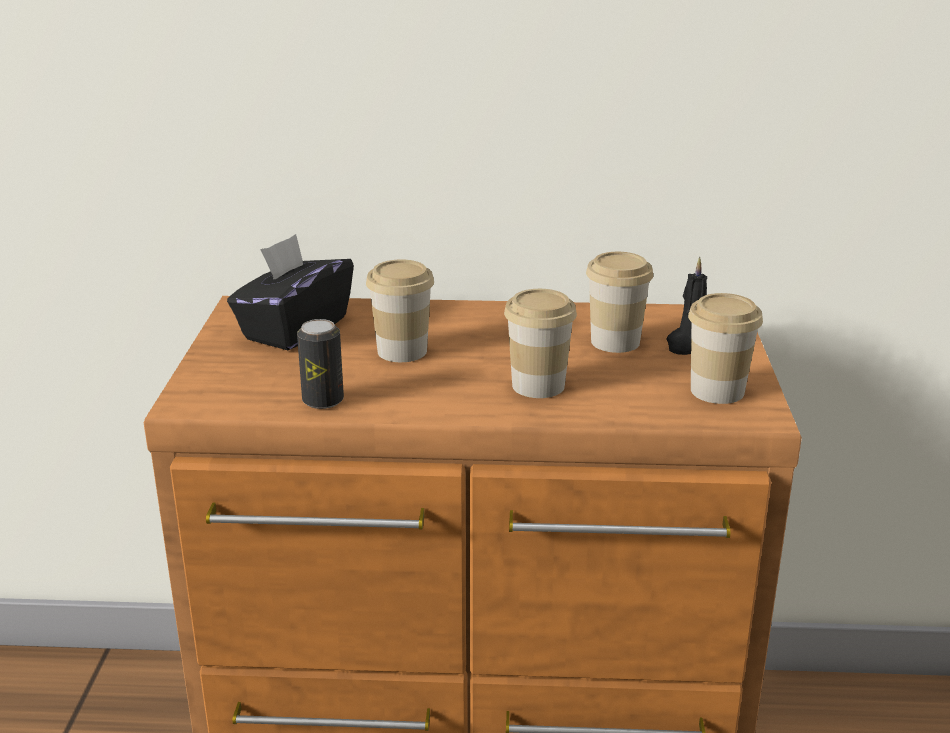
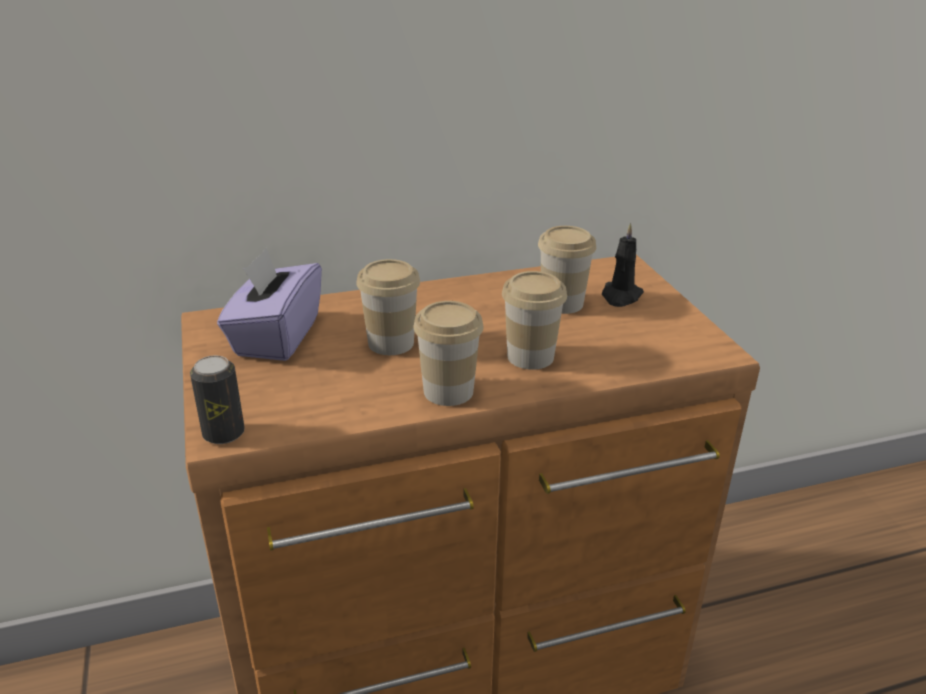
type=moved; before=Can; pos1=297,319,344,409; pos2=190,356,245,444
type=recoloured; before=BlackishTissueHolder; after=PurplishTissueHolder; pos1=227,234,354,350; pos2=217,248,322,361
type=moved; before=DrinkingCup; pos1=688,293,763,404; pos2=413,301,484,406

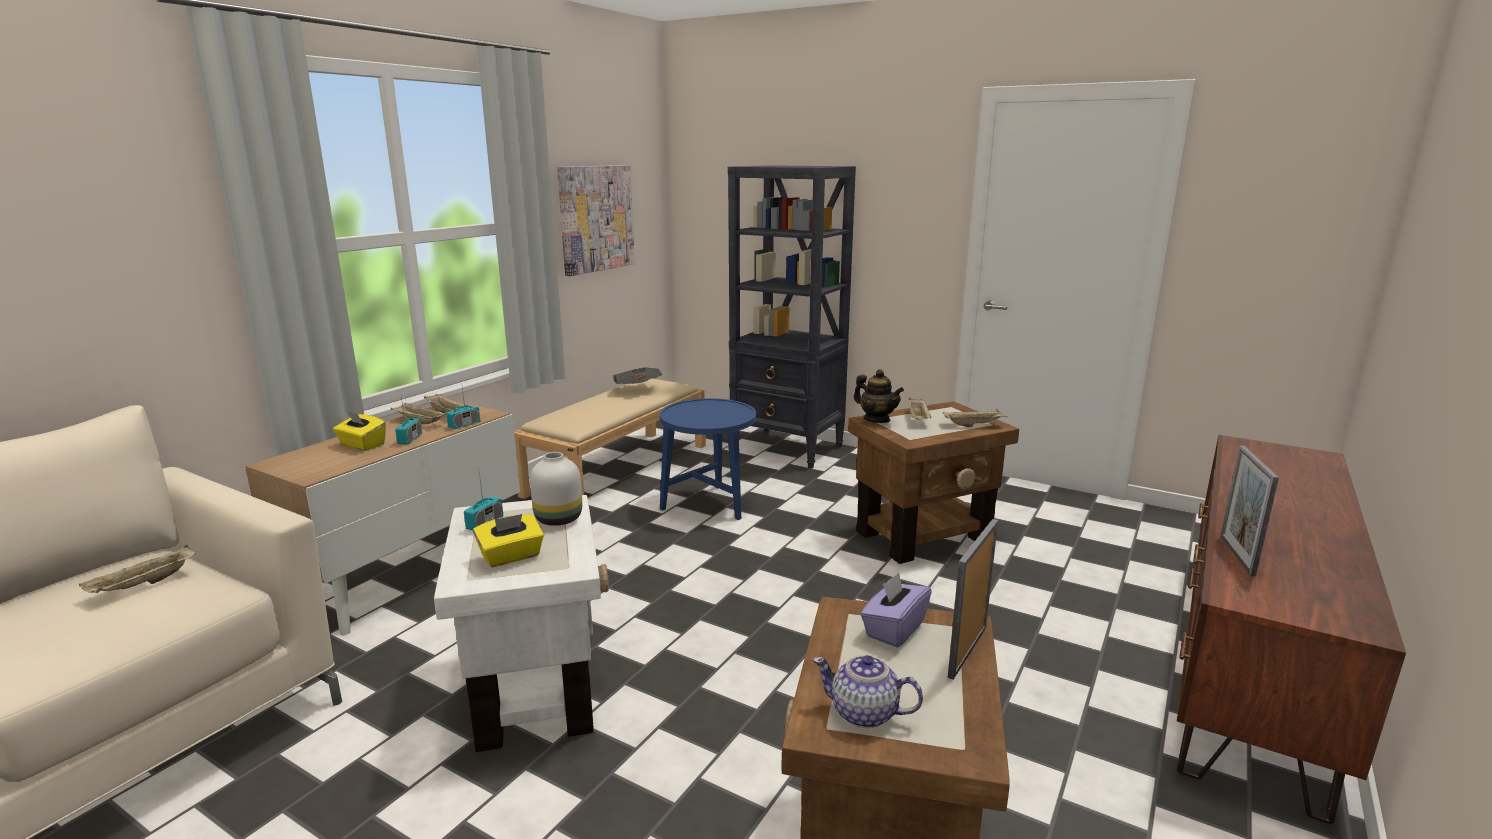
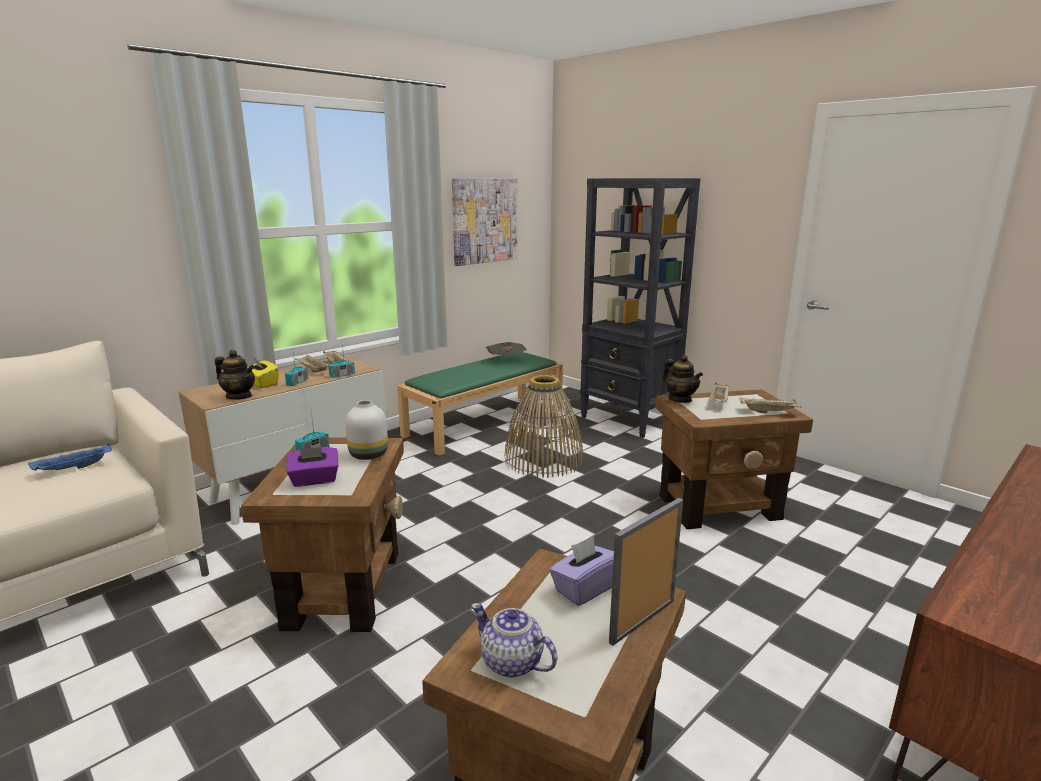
type=recoloured; before=BeigeServingTray; after=BlueServingTray; pos1=79,545,196,593; pos2=28,444,112,471
type=added; after=PotForTea; pos2=215,350,255,400
type=recoloured; before=WhitishEndTable; after=BrownEndTable; pos1=434,495,609,752; pos2=241,438,404,632
type=recoloured; before=YellowishTissueHolder; after=PurplishTissueHolder; pos1=473,514,544,568; pos2=286,447,338,487
type=recoloured; before=BeigeLongSeat; after=GreenishLongSeat; pos1=514,379,706,499; pos2=397,352,563,455
type=replaced; before=BlueEndTable; after=StorageBasket; pos1=659,398,756,520; pos2=505,375,584,478
type=removed; before=PhotoFrame; pos1=1220,446,1279,576

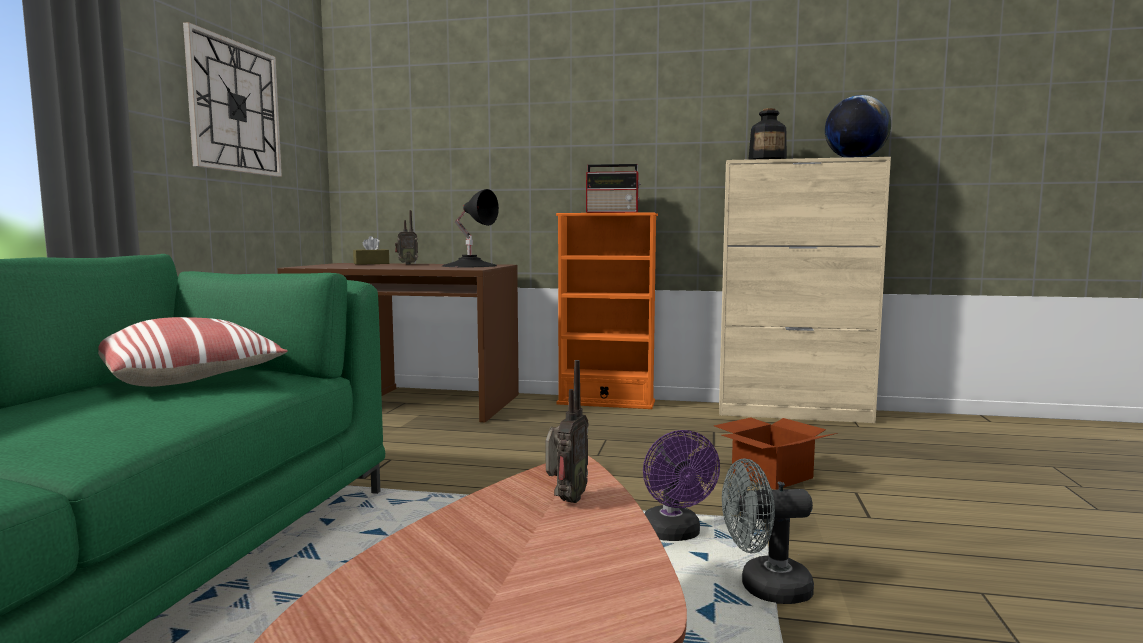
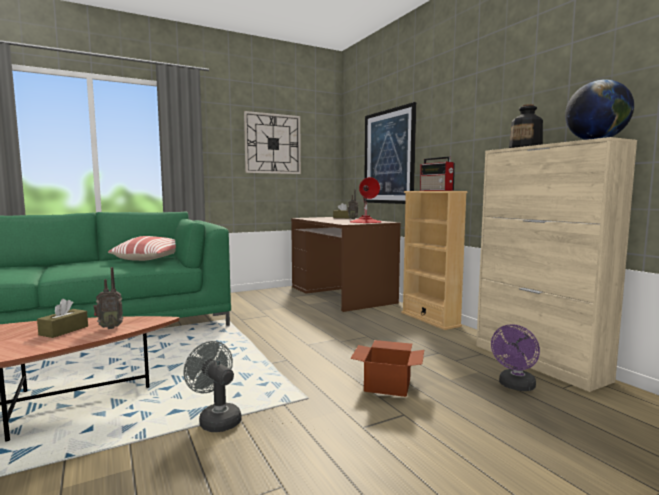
type=added; after=BrownTissueHolder; pos2=37,299,88,338
type=recoloured; before=BlackishLampForATable; after=ReddishLampForATable; pos1=442,189,499,267; pos2=350,177,381,223
type=added; after=WallPicture; pos2=364,102,416,204
type=recoloured; before=OrangeColouredBookshelf; after=BeigeBookshelf; pos1=556,212,658,409; pos2=401,191,467,330
type=moved; before=PurplishFan; pos1=643,430,720,541; pos2=491,324,540,391

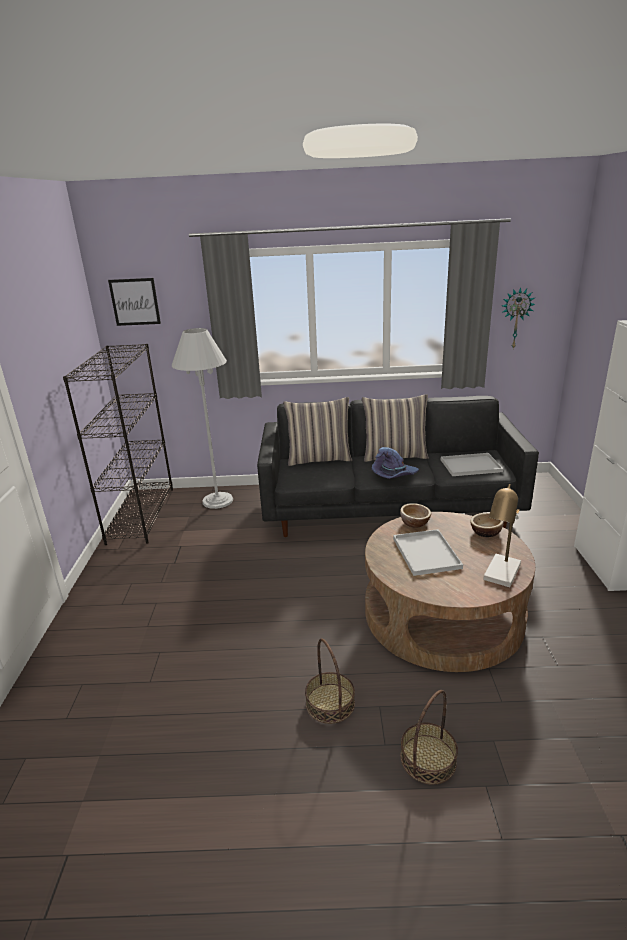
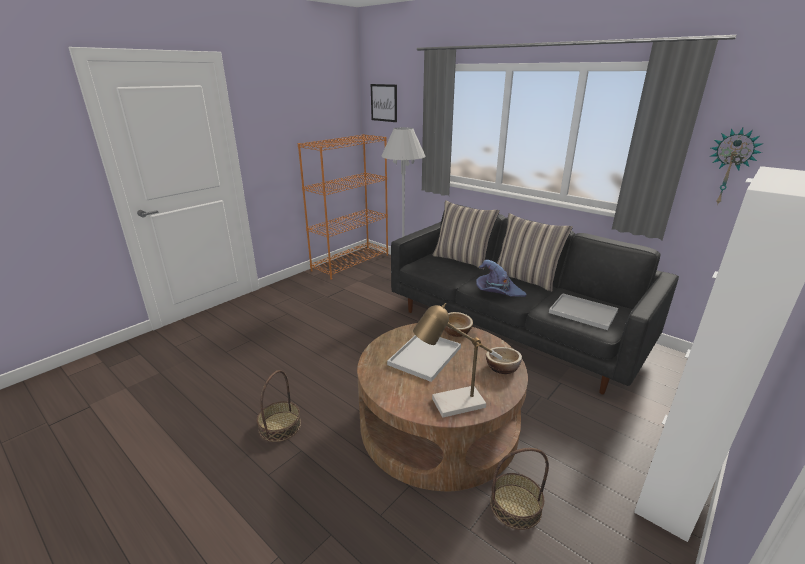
type=recoloured; before=BlackishBookshelf; after=OrangeColouredBookshelf; pos1=63,344,173,545; pos2=298,134,388,280
type=moved; before=StorageBasket; pos1=401,690,458,785; pos2=490,448,549,530

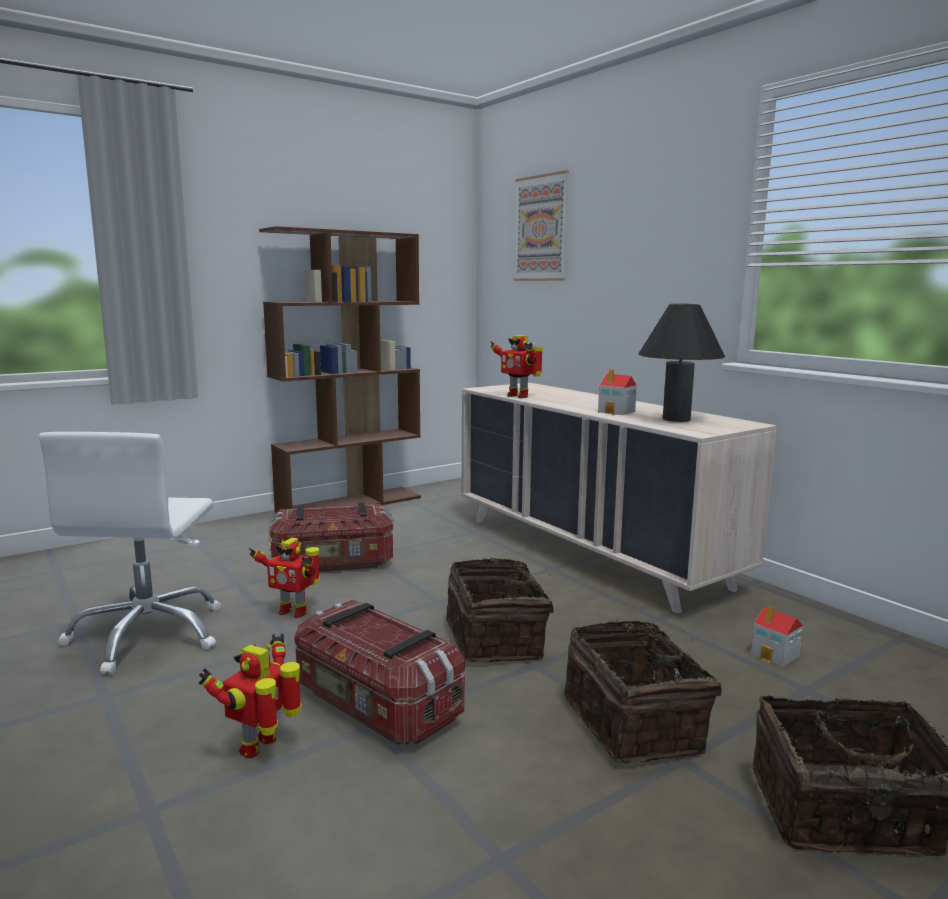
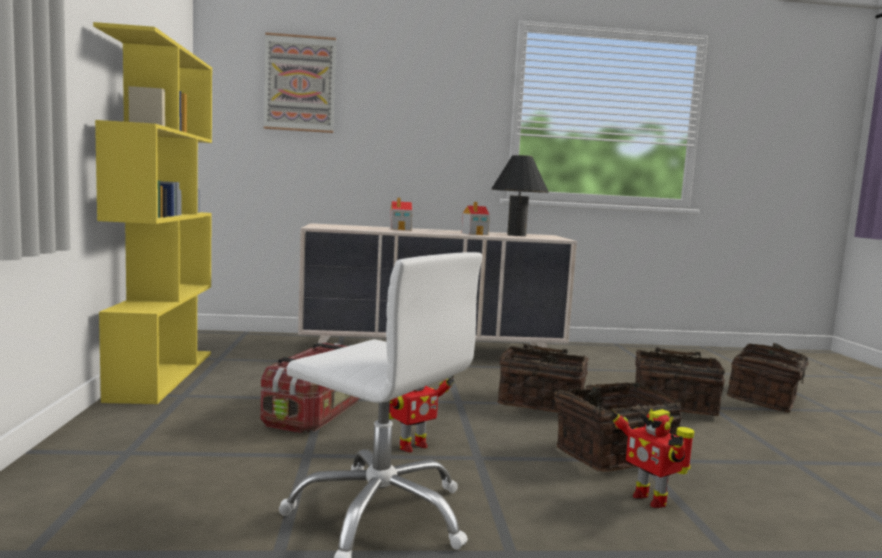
type=recoloured; before=BrownBookshelf; after=YellowishBookshelf; pos1=259,226,421,513; pos2=93,22,212,404
type=moved; before=ModelHouse; pos1=751,606,803,667; pos2=390,197,412,230
type=replaced; before=StorageBin; after=StorageBasket; pos1=294,600,465,745; pos2=551,382,682,472
type=removed; before=ToyRobot; pos1=490,335,543,398

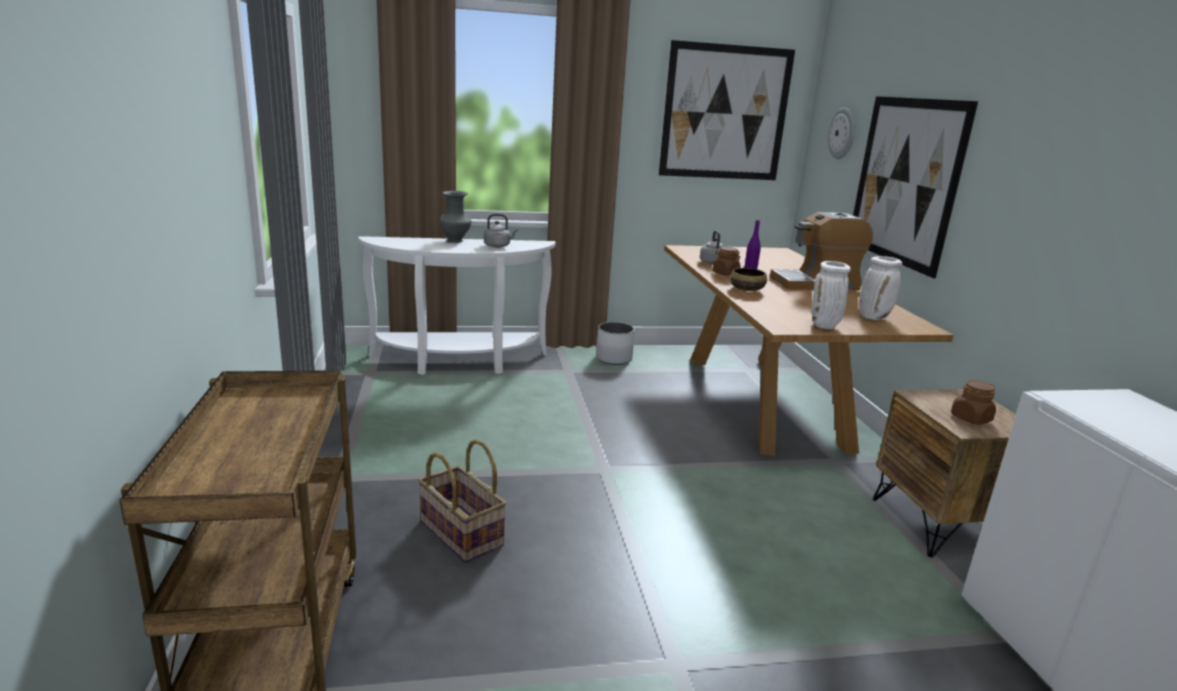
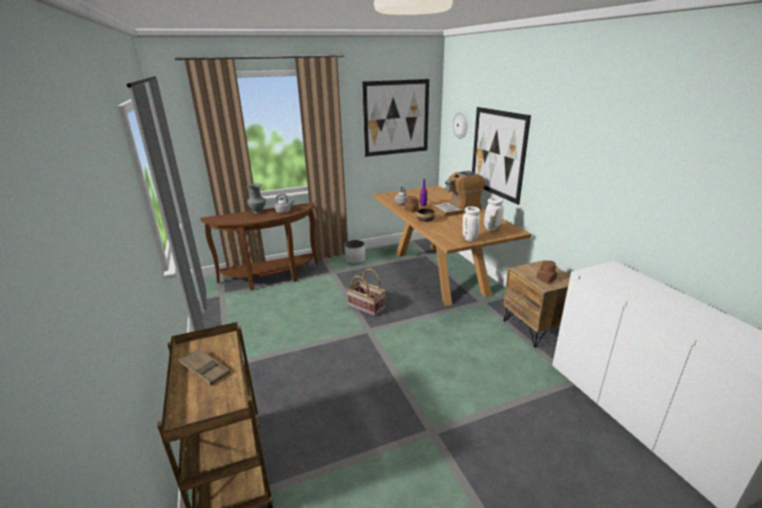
type=added; after=BrownServingTray; pos2=179,348,230,386
type=recoloured; before=WhitishHallTable; after=BrownHallTable; pos1=358,236,555,375; pos2=200,202,318,290
type=moved; before=StorageBasket; pos1=418,439,507,563; pos2=346,268,386,317

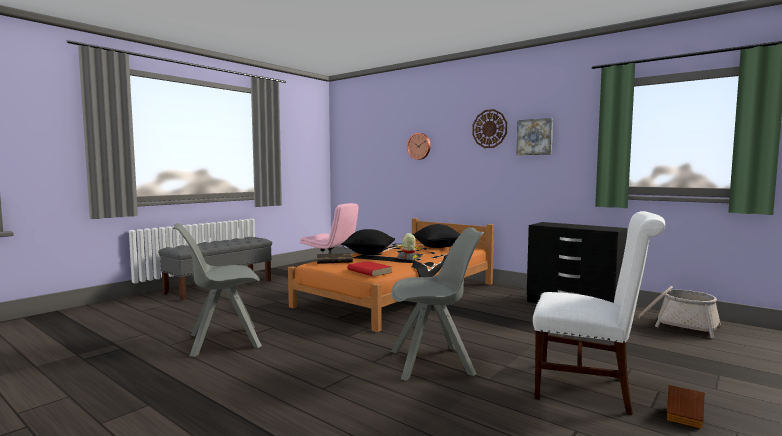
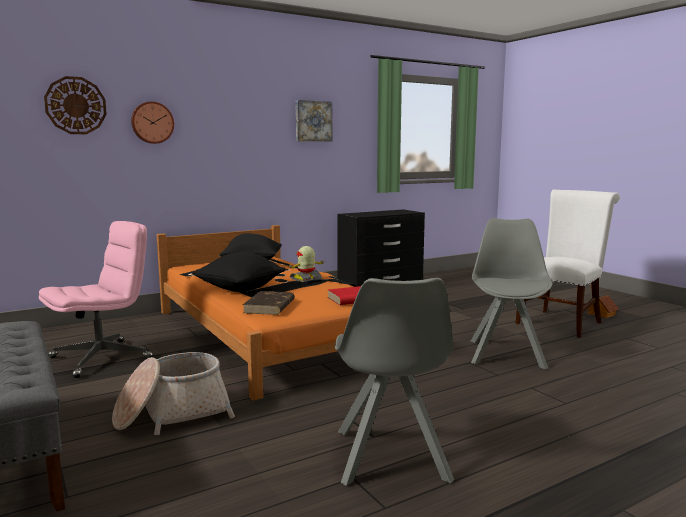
type=moved; before=ClockOnTheWall; pos1=472,109,507,148; pos2=44,76,107,134
type=moved; before=StorageBasket; pos1=638,286,721,338; pos2=112,352,235,435

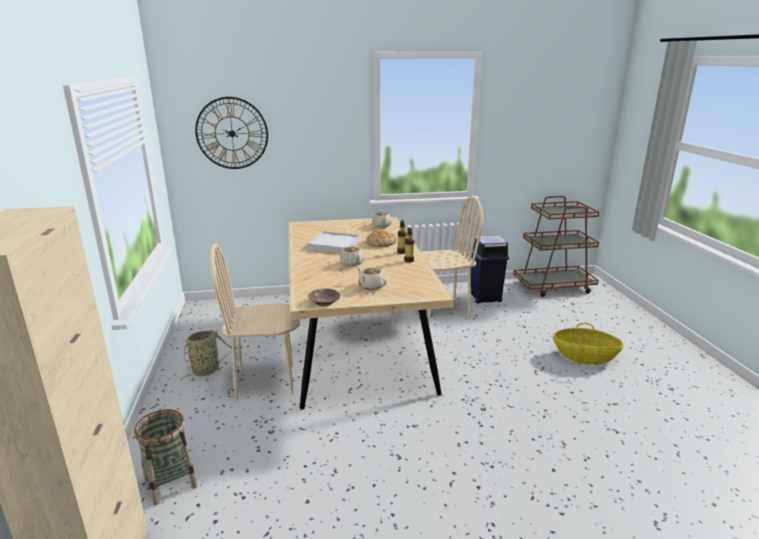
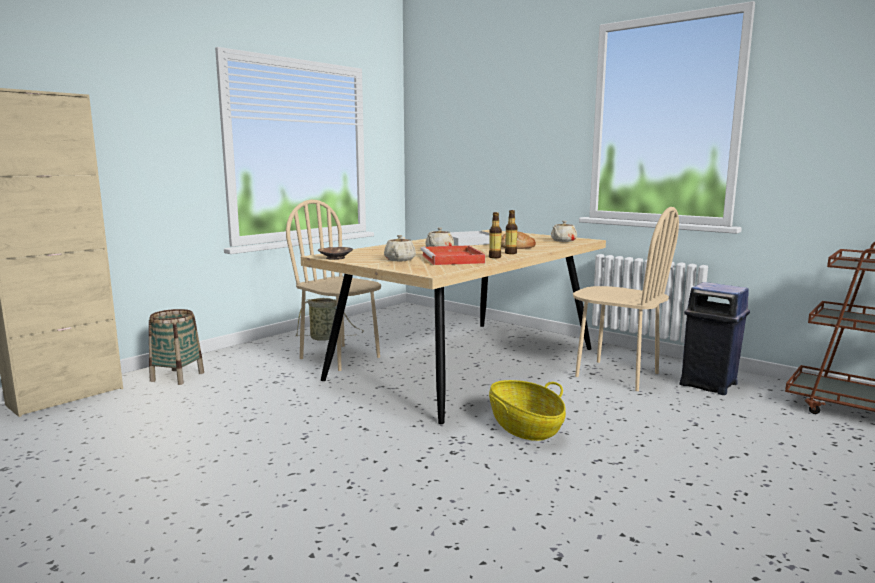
type=added; after=ReddishServingTray; pos2=421,245,485,265
type=moved; before=StorageBasket; pos1=553,323,624,365; pos2=489,380,566,441
type=removed; before=ClockOnTheWall; pos1=195,97,268,169

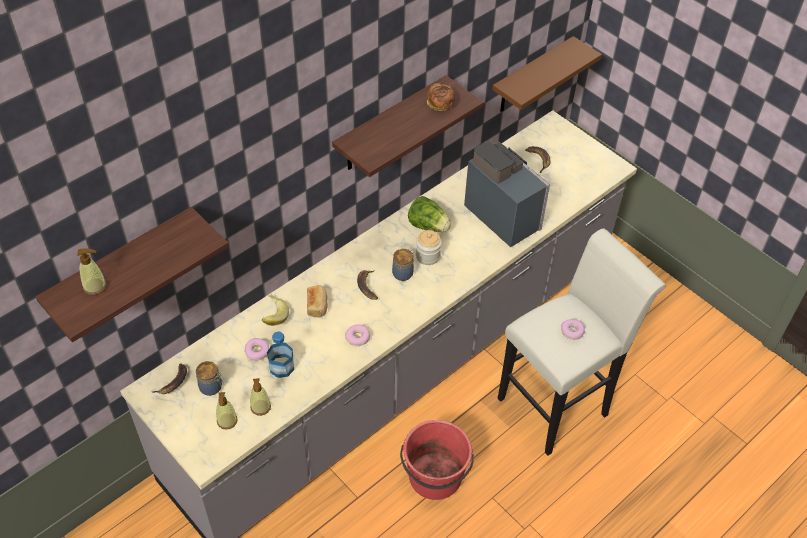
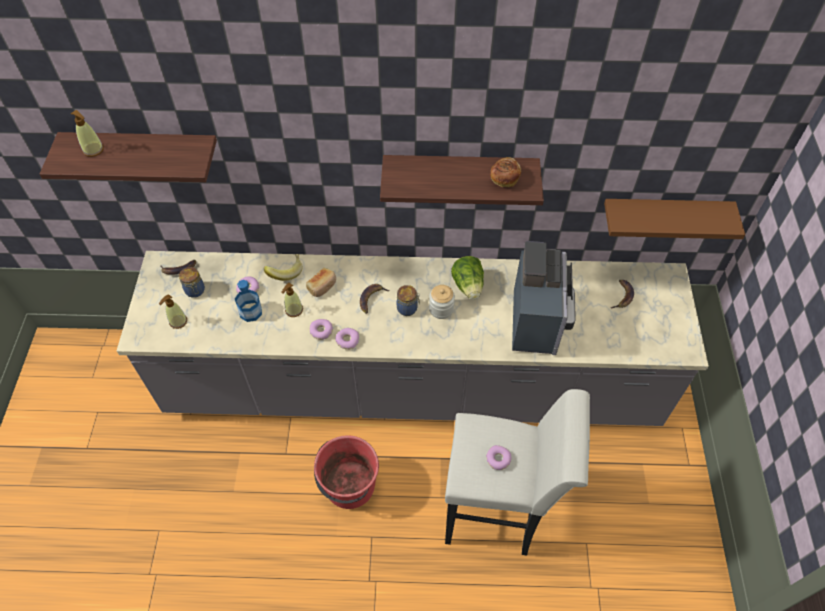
type=moved; before=LiquidSoapBottle; pos1=250,378,271,416; pos2=281,283,303,317
type=added; after=RingDoughnut; pos2=335,328,359,350

